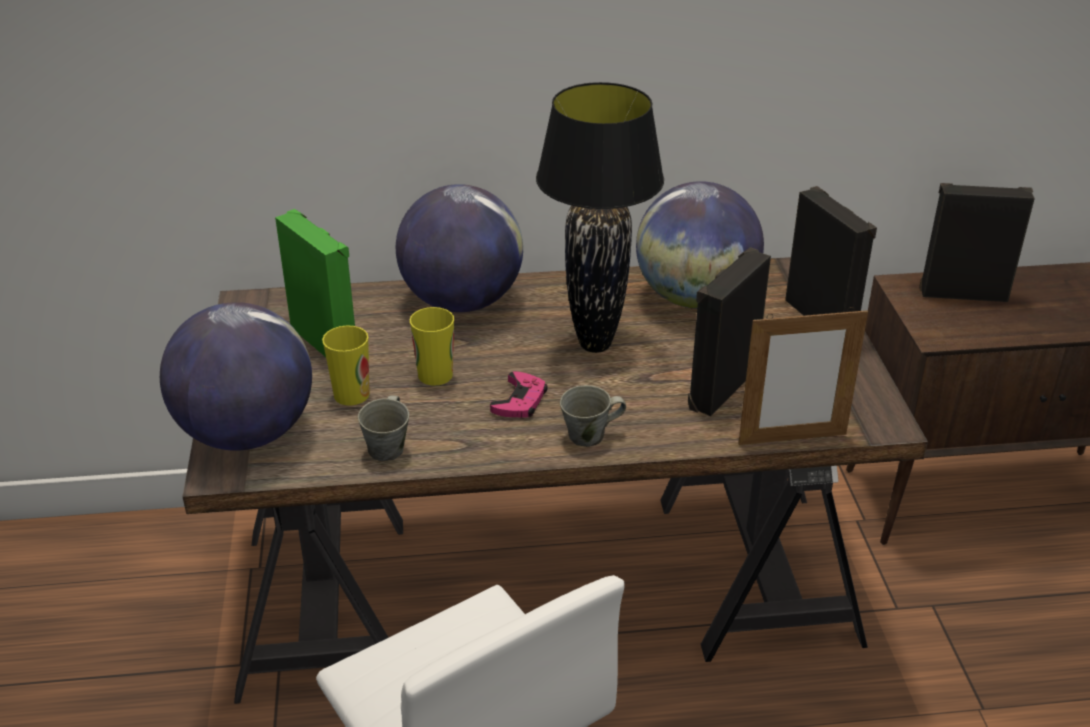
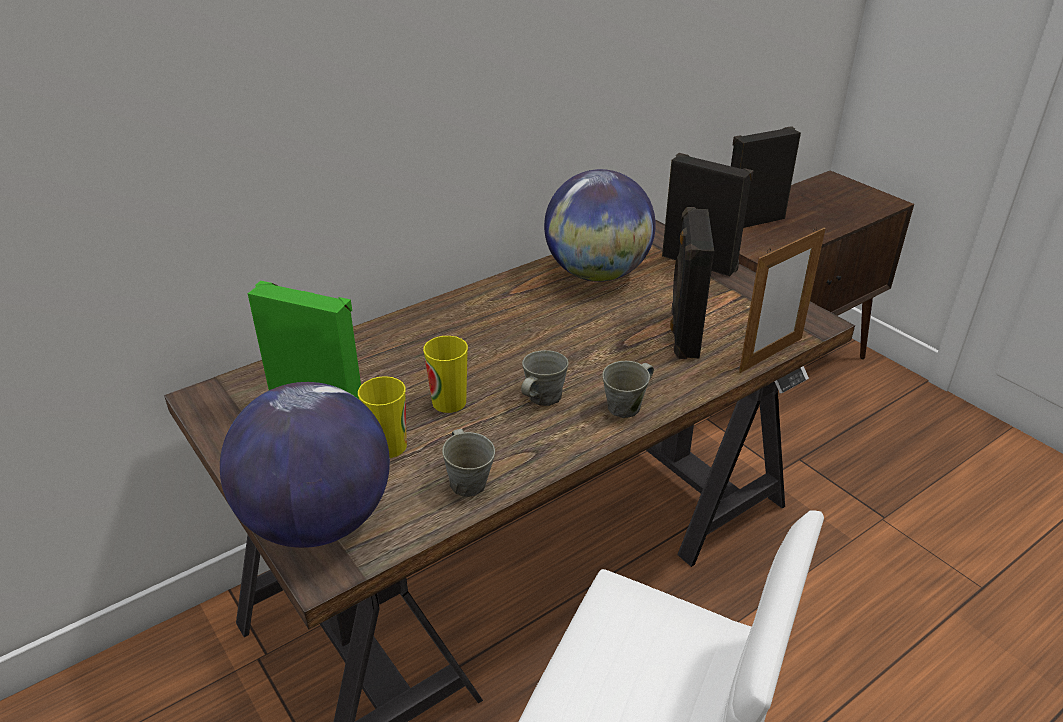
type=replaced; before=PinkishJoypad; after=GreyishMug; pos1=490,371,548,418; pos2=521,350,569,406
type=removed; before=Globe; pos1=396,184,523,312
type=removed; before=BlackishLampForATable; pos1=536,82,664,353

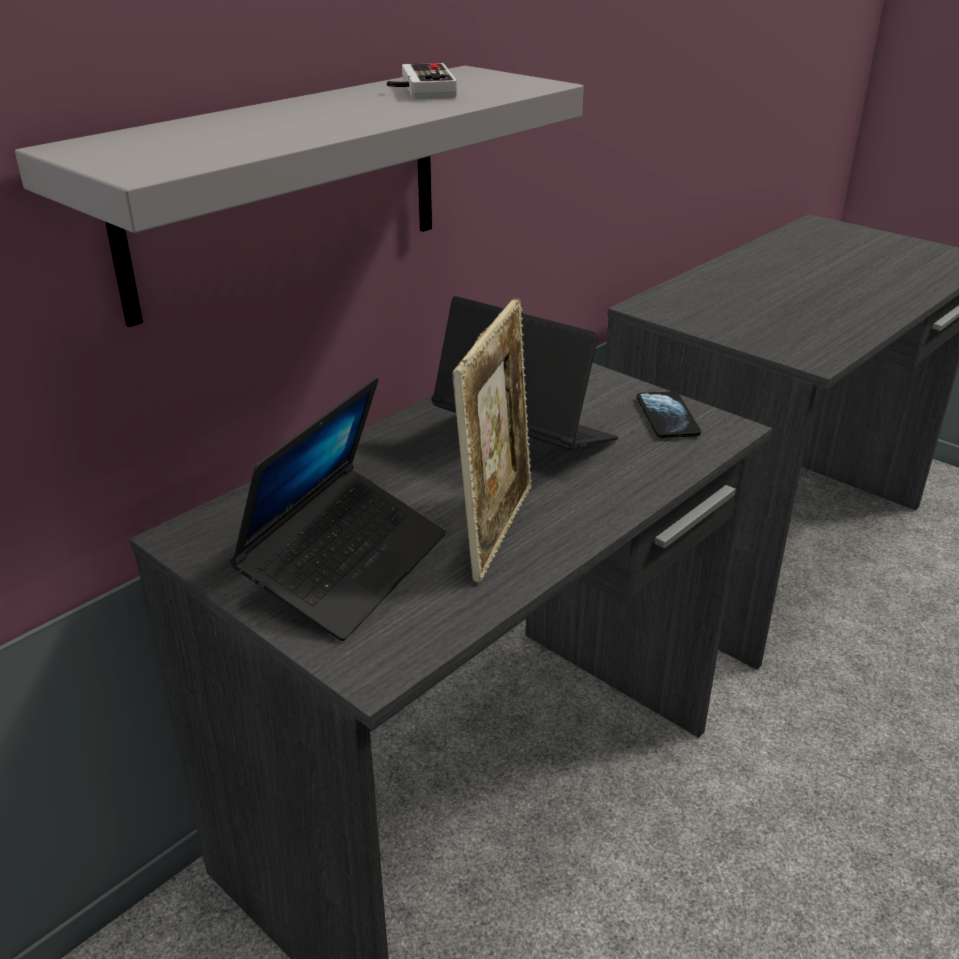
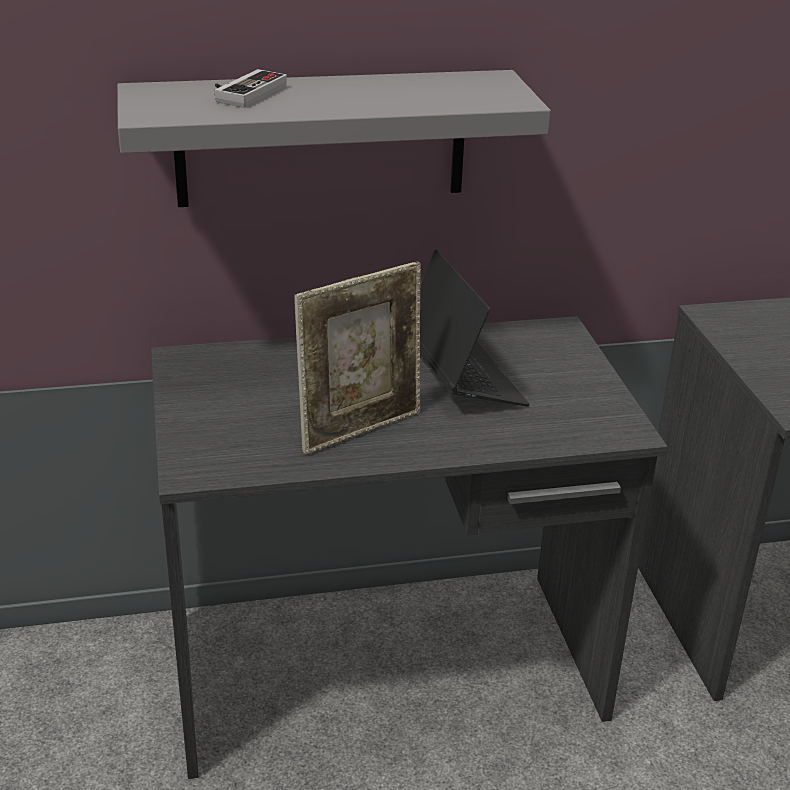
type=moved; before=Joypad; pos1=387,63,457,99; pos2=215,69,287,108
type=removed; before=Laptop; pos1=230,377,446,641
type=removed; before=Phone; pos1=637,391,701,438

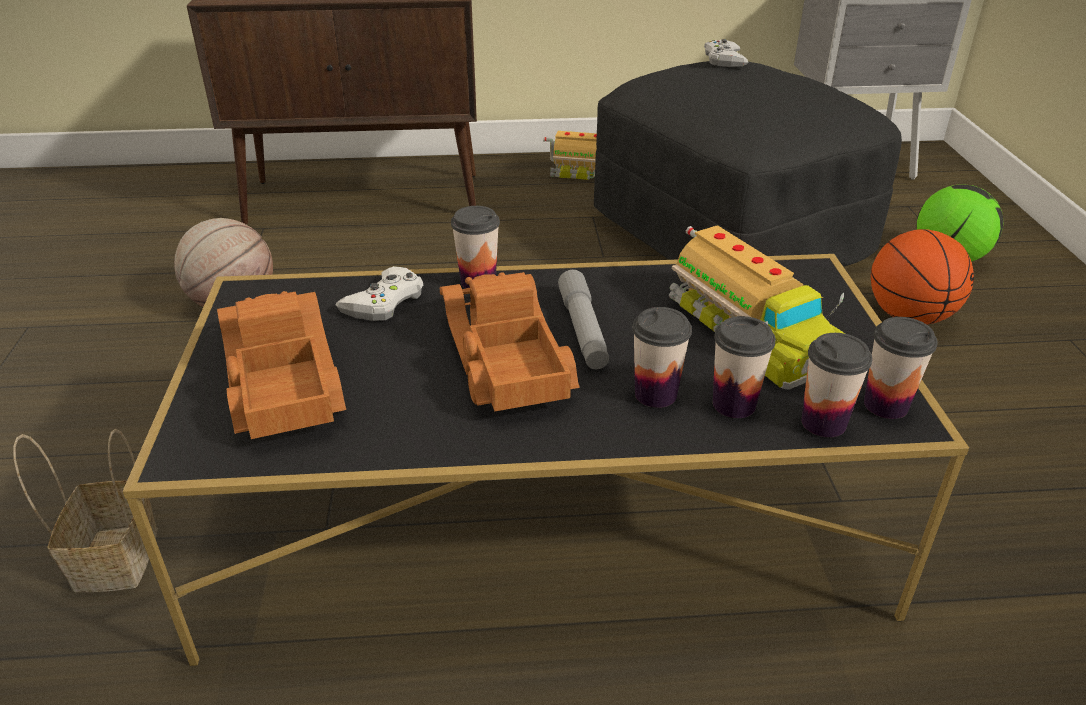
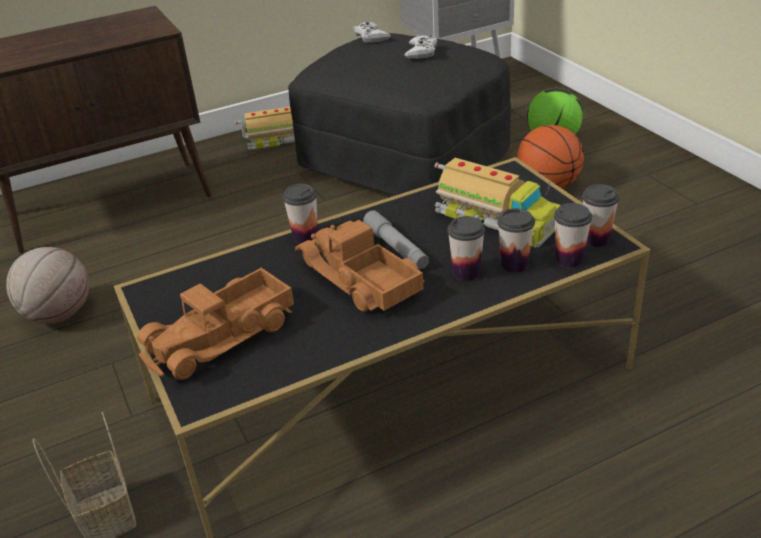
type=turned; before=ToyTruck; pos1=217,291,346,439; pos2=137,268,294,380; turn=-90
type=moved; before=WhitishJoypad; pos1=335,266,424,321; pos2=405,35,438,59

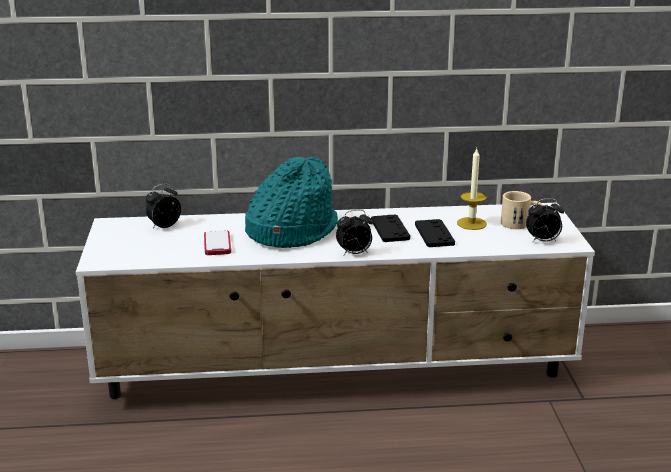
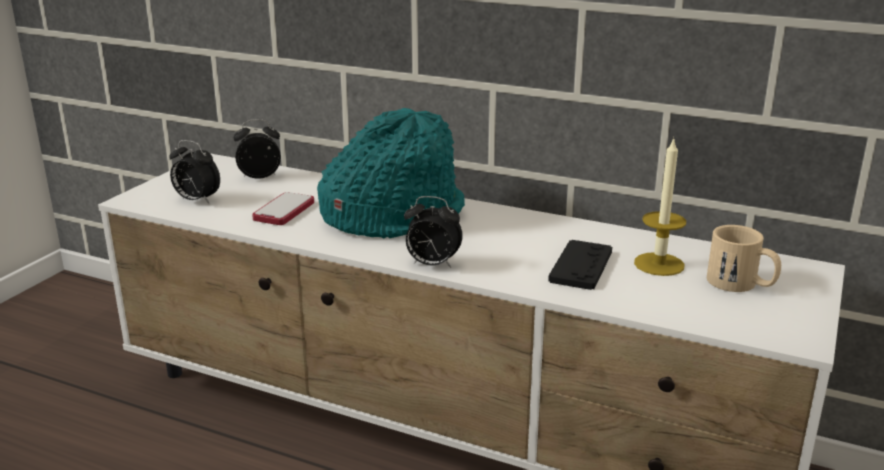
type=moved; before=AlarmClock; pos1=526,198,564,243; pos2=169,140,220,203
type=removed; before=BlackishJoypad; pos1=371,214,410,242

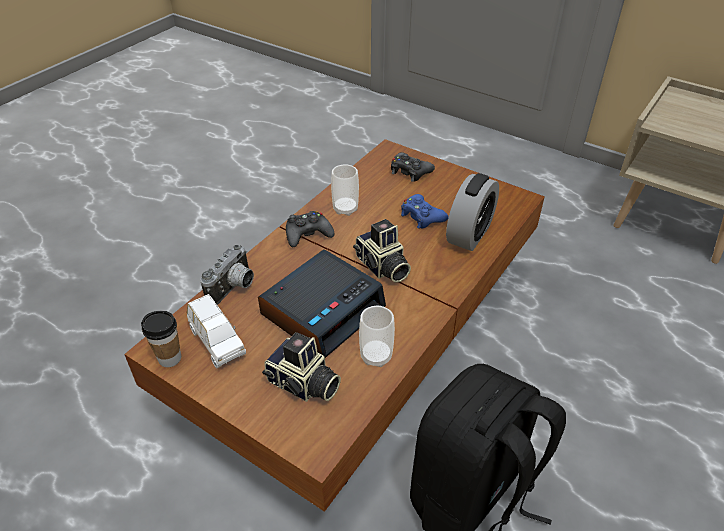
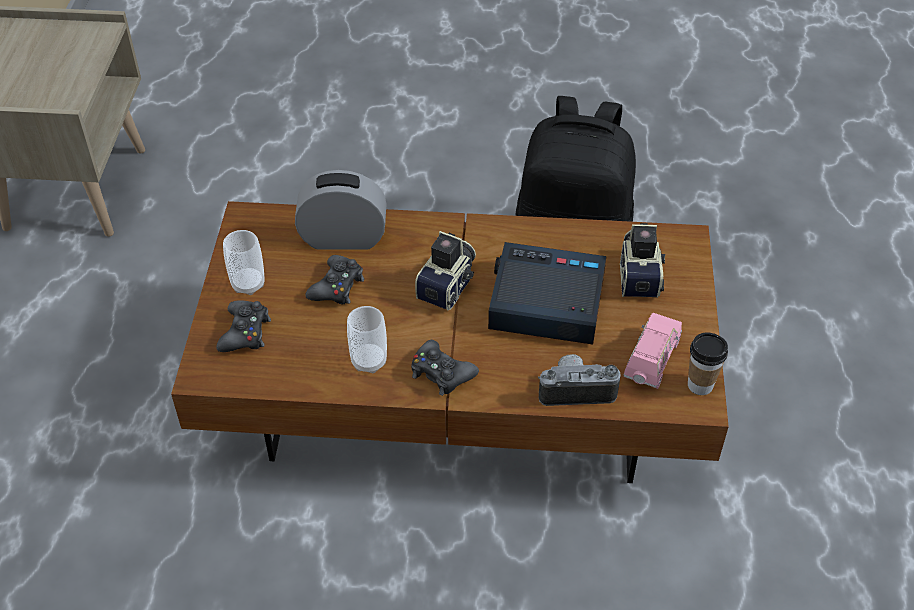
type=moved; before=DrinkingCup; pos1=359,306,395,367; pos2=223,230,265,295
type=recoloured; before=BlueJoypad; after=BlackishJoypad; pos1=401,194,449,229; pos2=305,255,364,304
type=recoloured; before=WhitishMiniatureCar; after=PinkishMiniatureCar; pos1=187,294,246,368; pos2=624,313,682,389

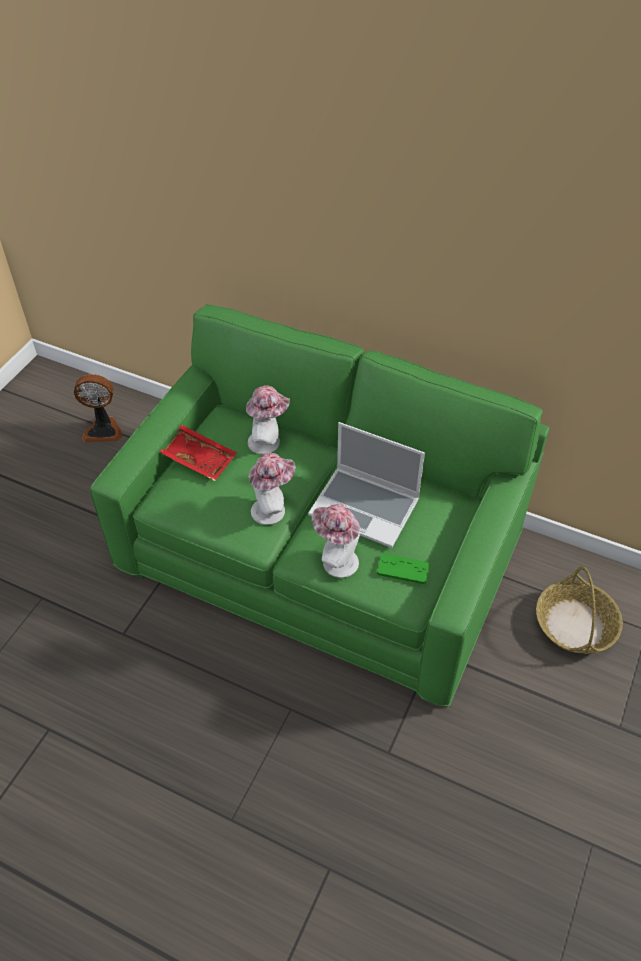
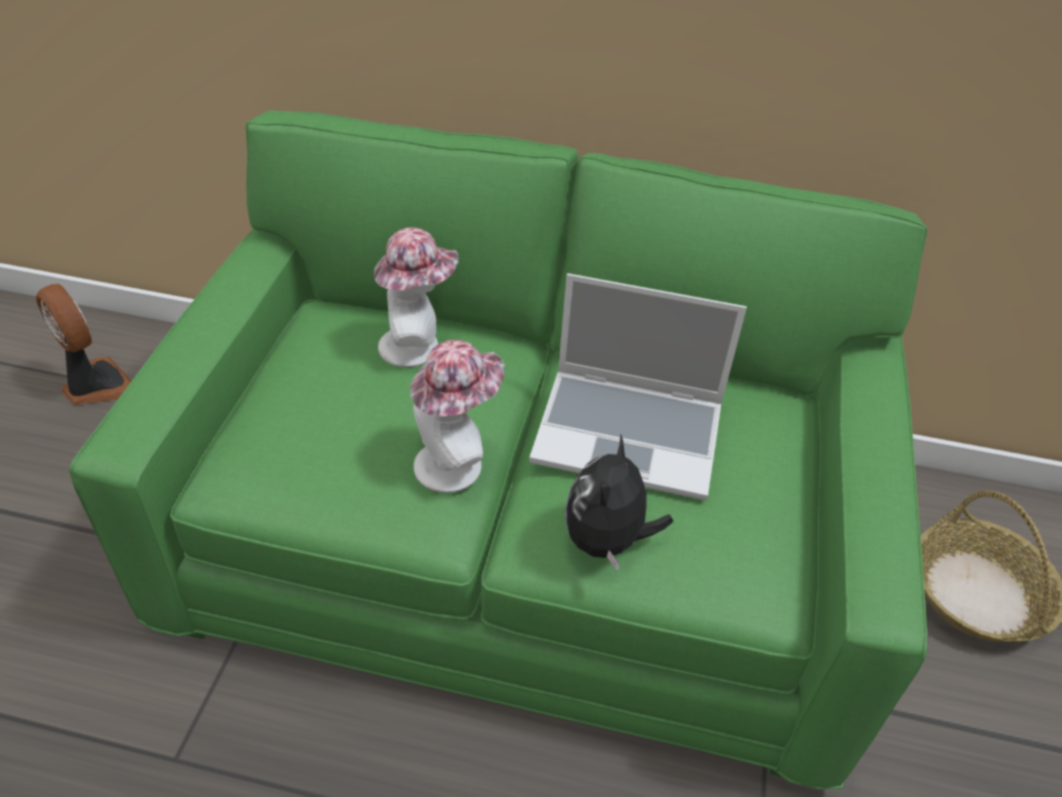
type=turned; before=Fan; pos1=74,374,122,442; pos2=36,284,131,405; turn=-120
type=replaced; before=ClothingHat; after=CuddlyToy; pos1=312,504,360,578; pos2=565,434,673,571
type=removed; before=ReddishServingTray; pos1=160,424,237,481
type=removed; before=GreenishJoypad; pos1=377,553,430,584

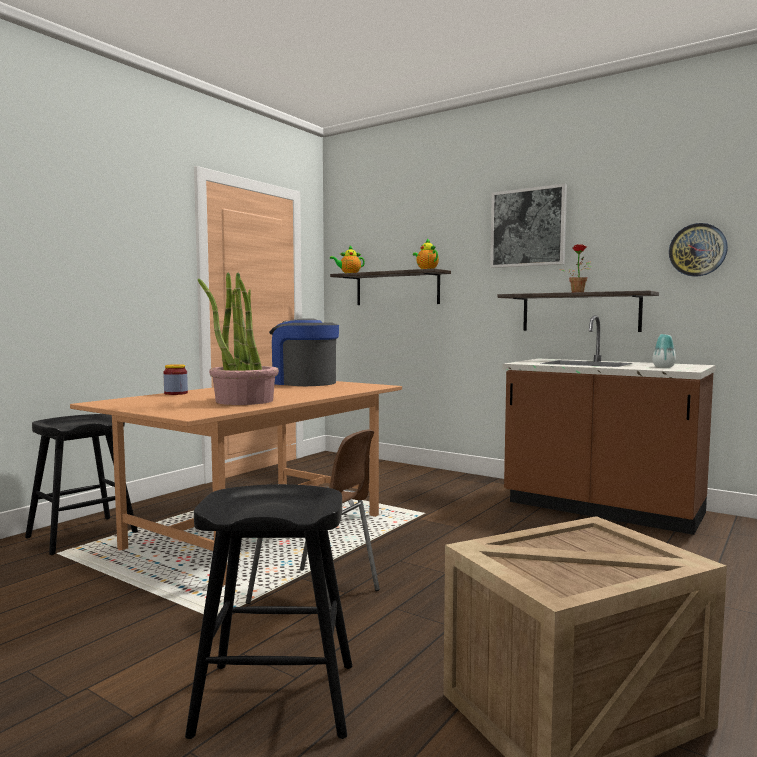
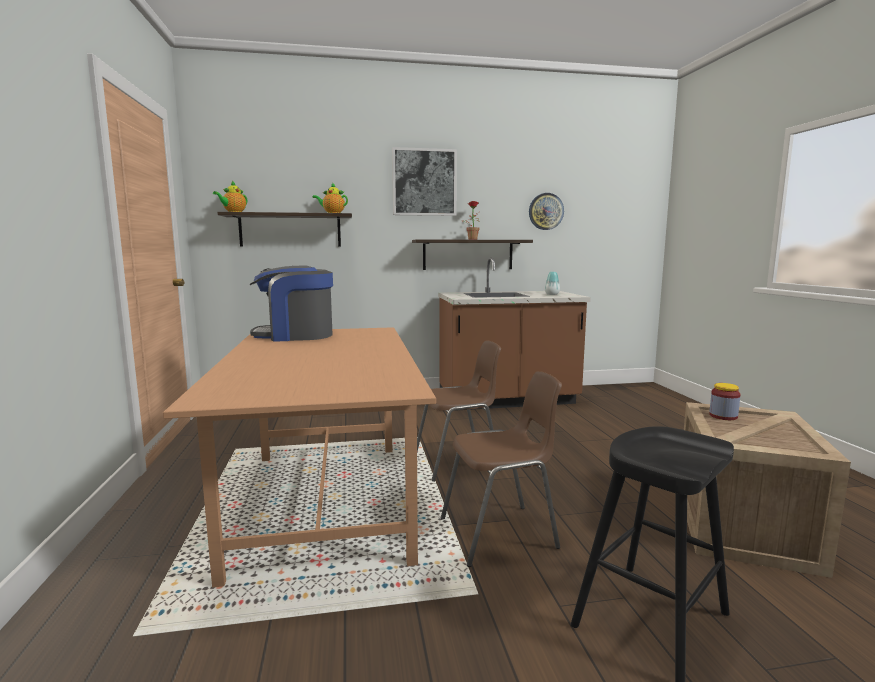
type=added; after=BrownChair; pos2=417,341,501,481
type=moved; before=PreserveJar; pos1=163,364,188,395; pos2=709,383,741,420
type=removed; before=BlackishSittingStool; pos1=25,414,138,555
type=removed; before=PlantInAPot; pos1=198,273,279,405

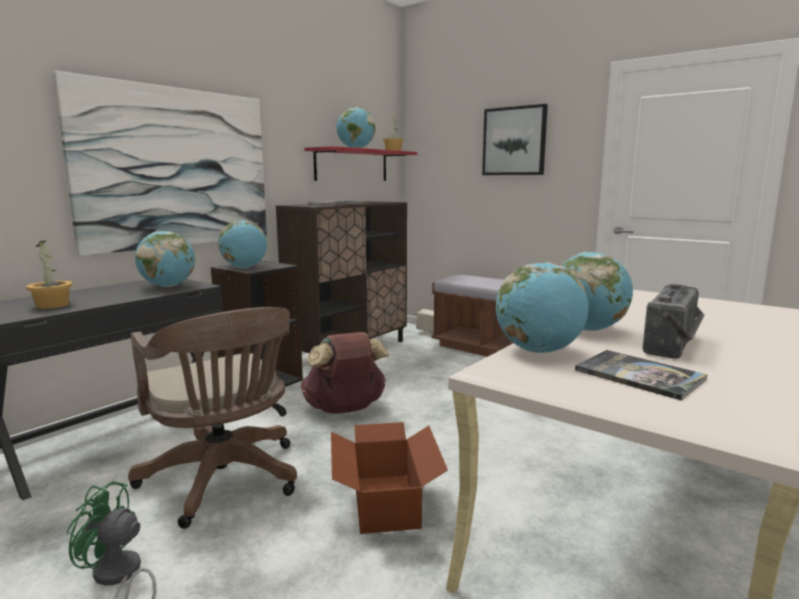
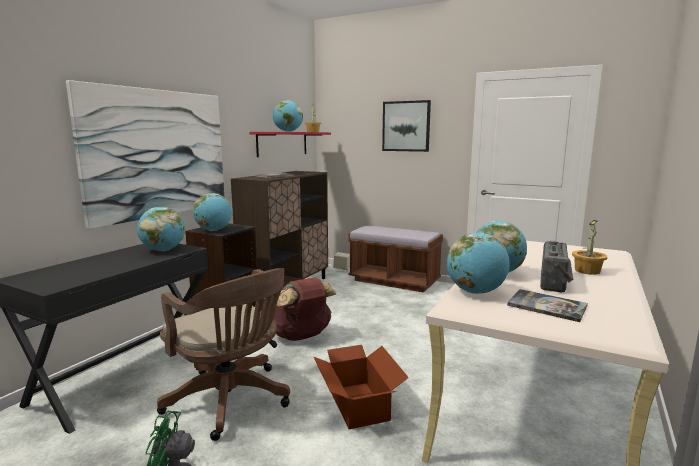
type=moved; before=PlantInAPot; pos1=26,240,73,309; pos2=572,220,607,275

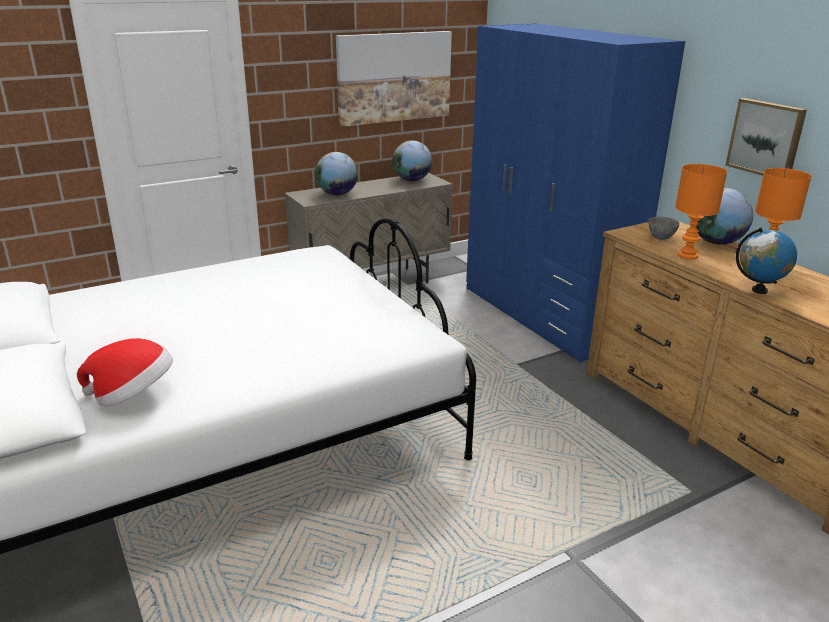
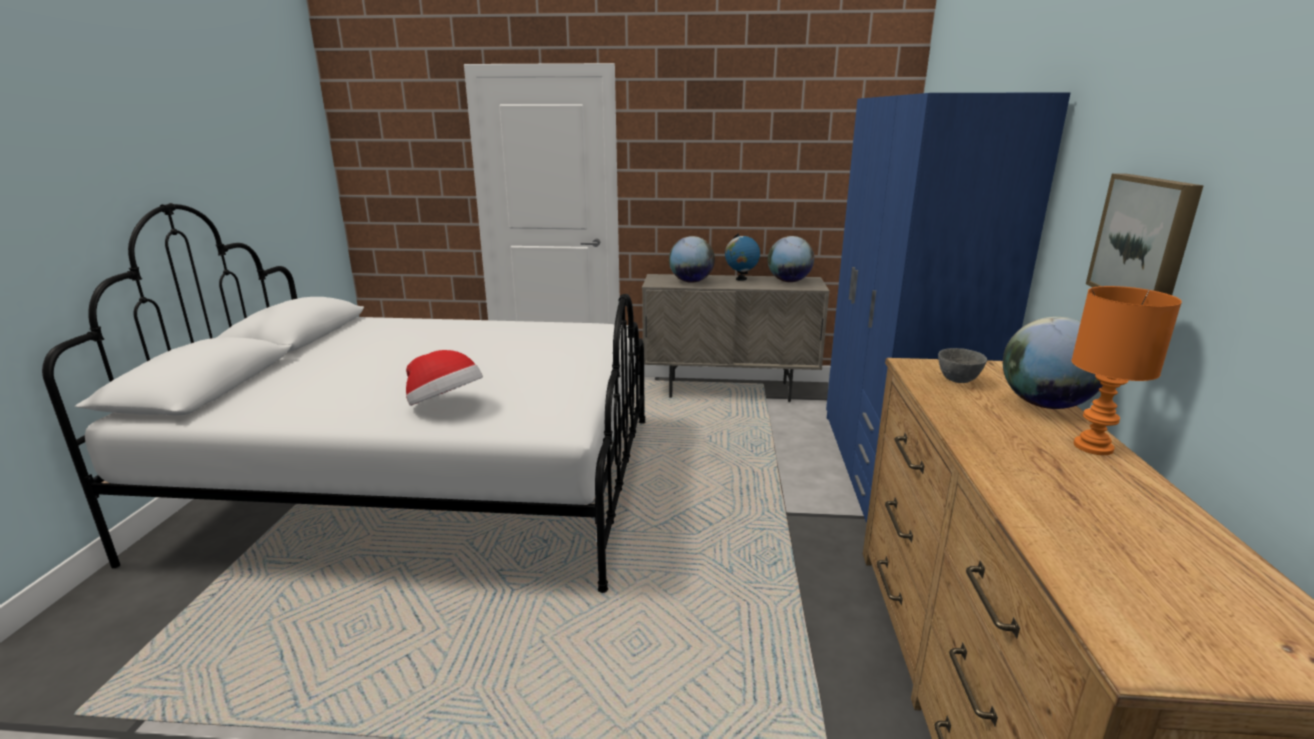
type=moved; before=ClothingHat; pos1=77,338,173,407; pos2=406,350,483,406
type=moved; before=Globe; pos1=736,228,797,294; pos2=725,233,760,281
type=removed; before=WallPicture; pos1=336,31,452,127
type=removed; before=OrangeColouredLampForATable; pos1=675,164,727,259

